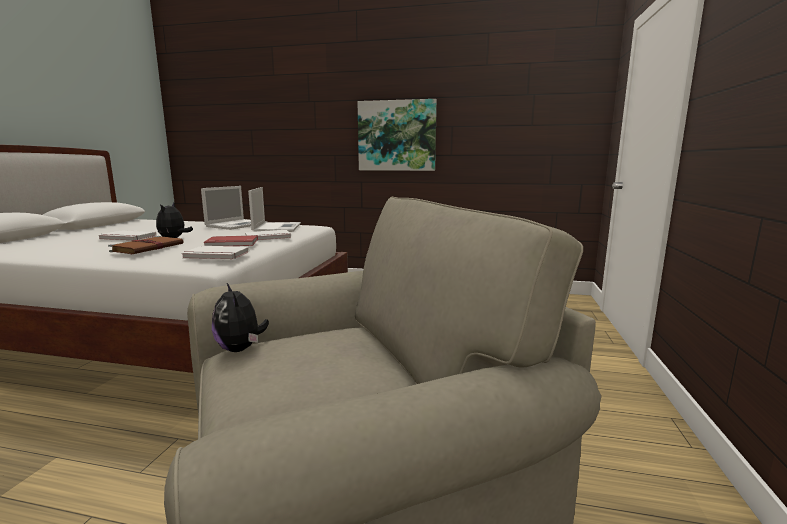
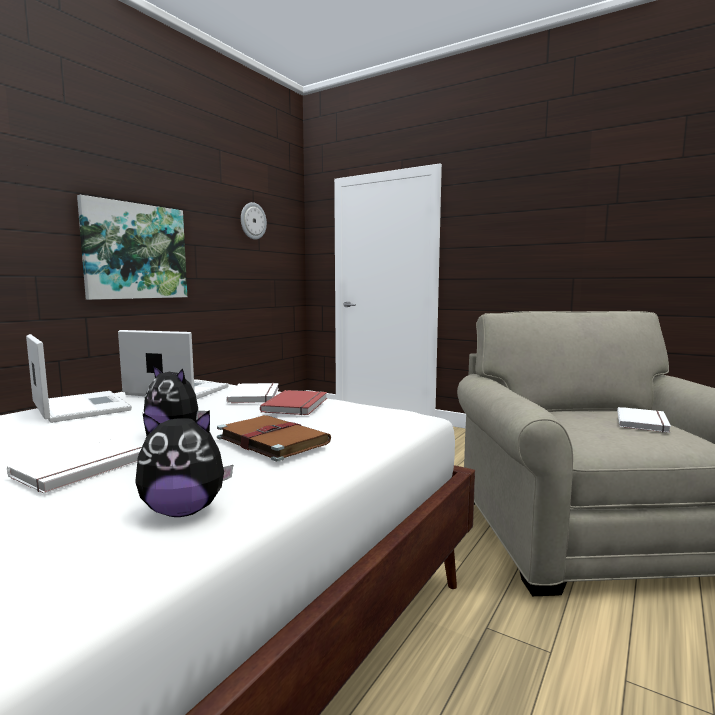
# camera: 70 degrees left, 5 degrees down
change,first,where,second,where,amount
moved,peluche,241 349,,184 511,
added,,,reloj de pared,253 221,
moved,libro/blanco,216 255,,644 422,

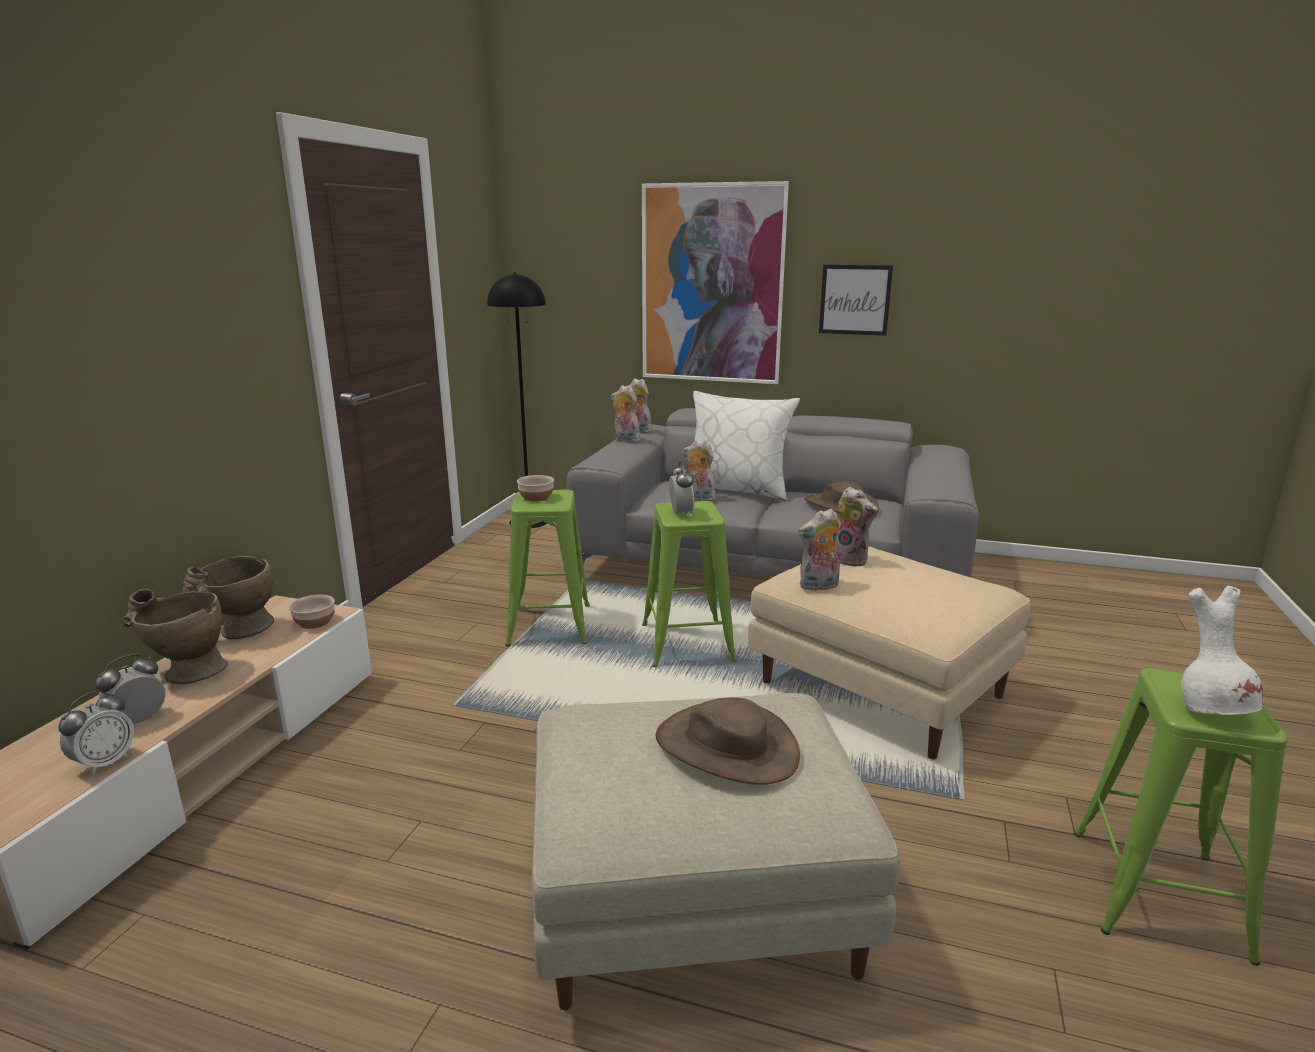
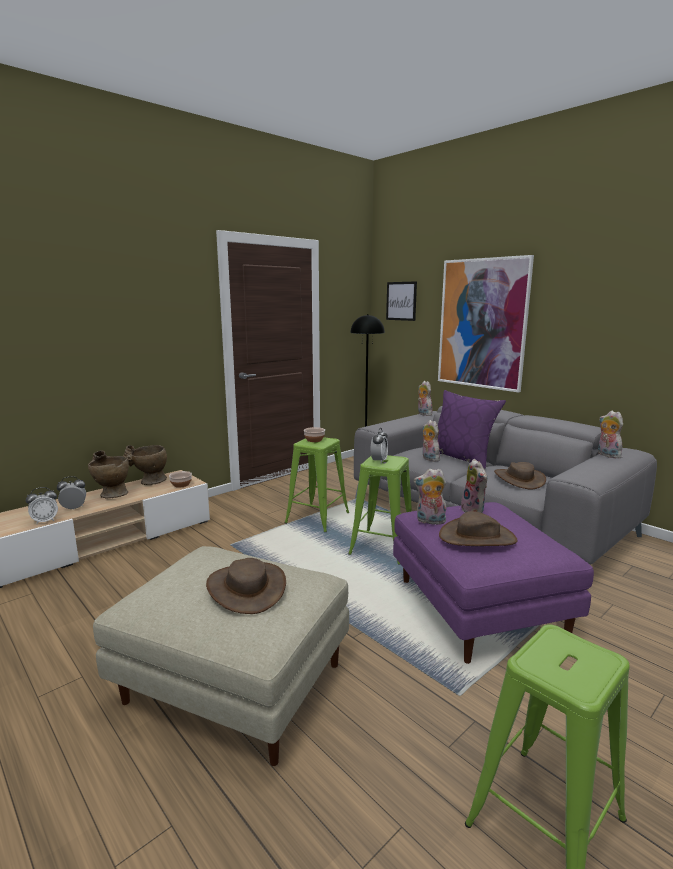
# camera: 30 degrees right, 5 degrees down
change,first,where,second,where,amount
moved,cuadro,855 300,,401 301,
recoloured,puf/beis,877 688,puf/morado,476 607,
recoloured,cojín/blanco,737 489,cojín/morado,461 458,
added,,,sombrero/marrón,477 537,
moved,peluche,625 440,,607 455,
removed,florero/blanco,1213 711,,,

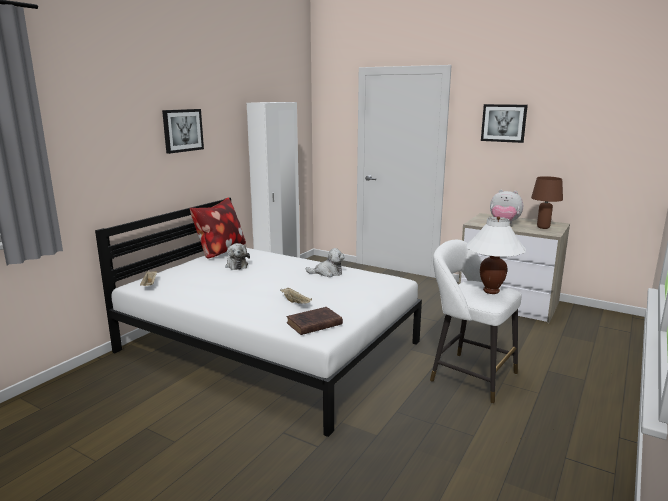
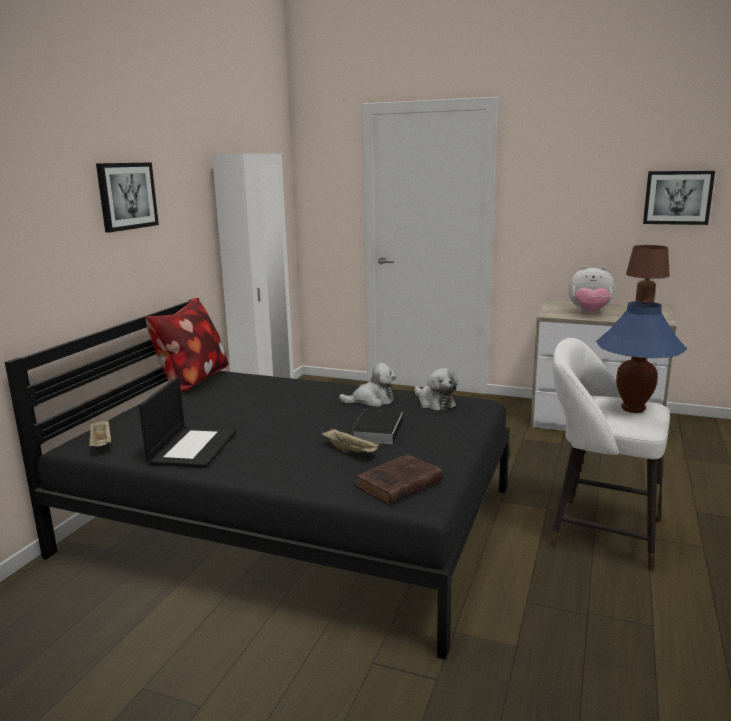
# camera: 10 degrees left, 0 degrees up
change,first,where,second,where,amount
recoloured,cama/blanco,269 346,cama/negro,294 519,
added,,,portátil,192 447,
added,,,libro,378 430,
moved,peluche,236 265,,434 403,
recoloured,lámpara de mesa/blanco,491 291,lámpara de mesa/azul,633 409,
moved,cuadro,503 123,,677 197,

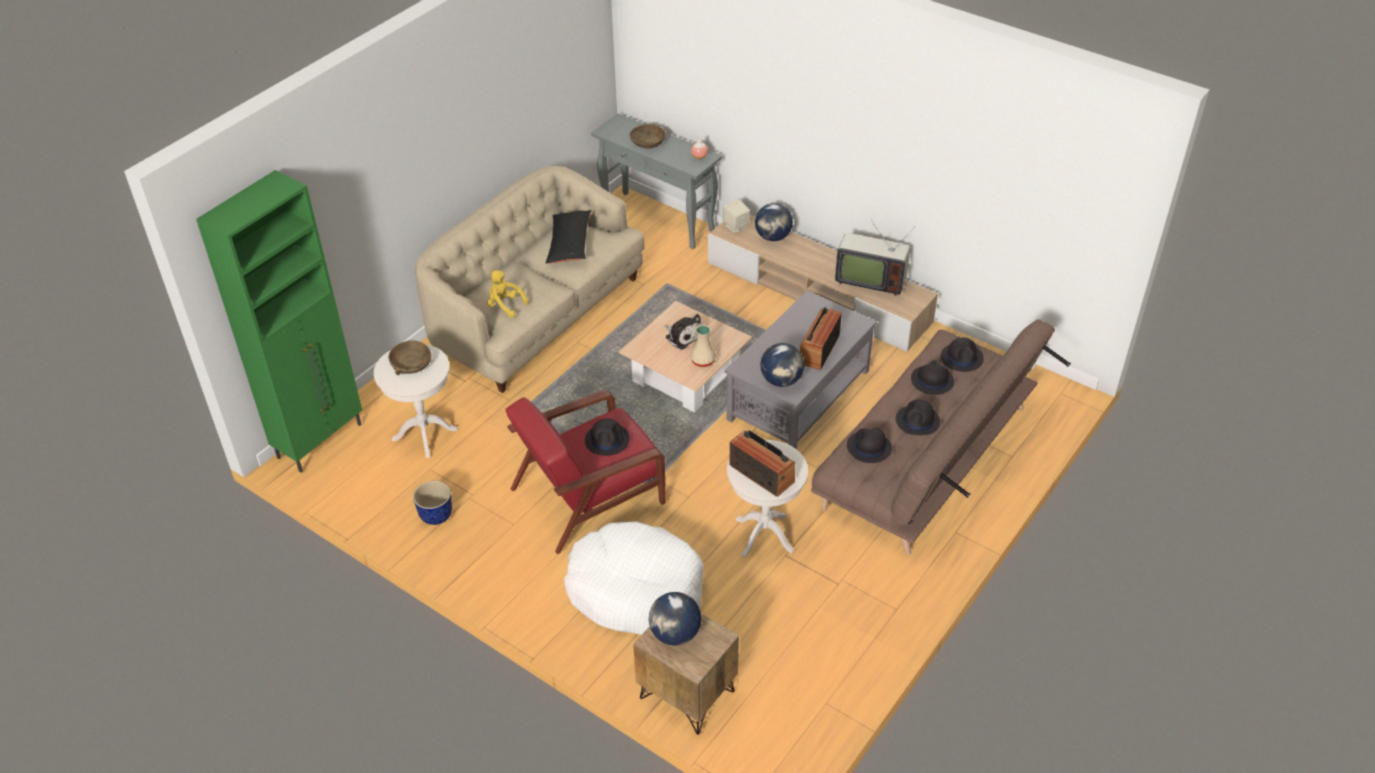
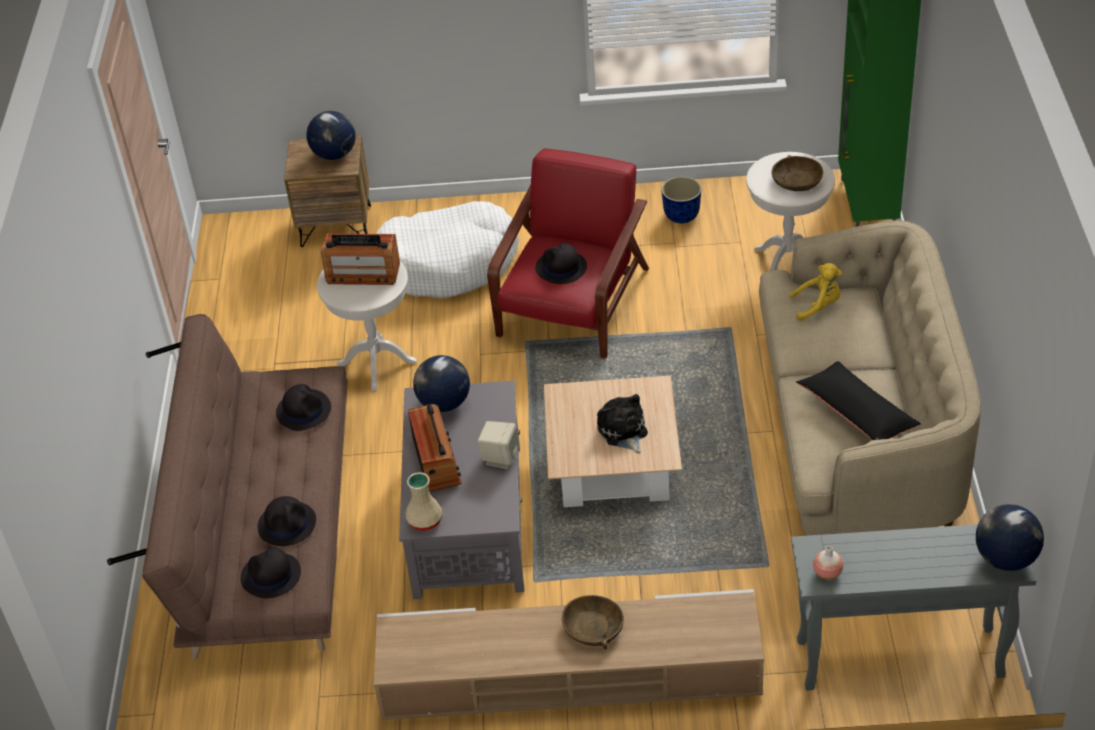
# camera: 145 degrees right, 0 degrees up
change,first,where,second,where,amount
moved,florero/beis,703 361,,424 520,
moved,altavoz/beis,736 226,,500 457,
moved,cuenco/marrón,647 141,,593 628,
turned,peluche,683 336,,623 432,60 degrees clockwise
moved,globo terráqueo,773 237,,1005 558,
removed,televisor,870 280,,,
removed,sombrero/negro,917 421,,,

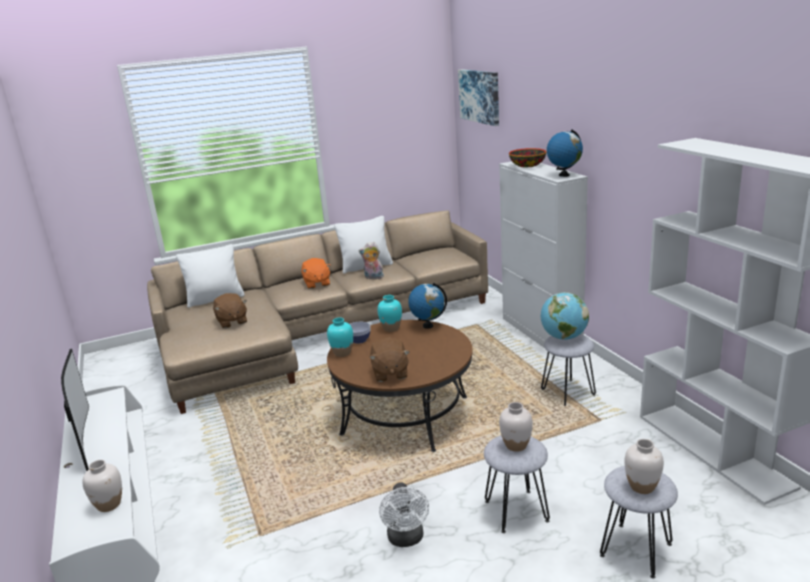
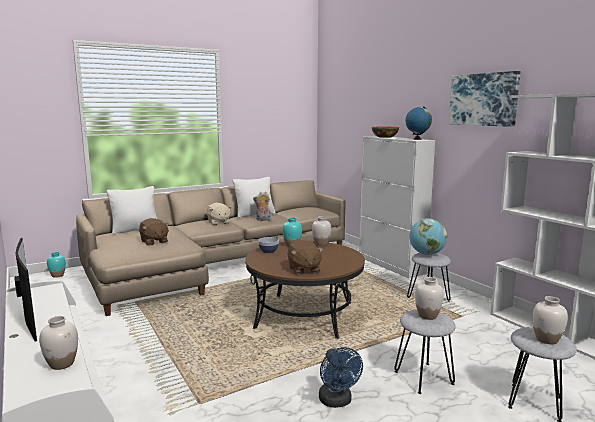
# camera: 10 degrees left, 10 degrees down
change,first,where,second,where,amount
moved,florero/turquesa,342 353,,57 275,
recoloured,peluche/naranja,316 283,peluche/beis,218 222,
replaced,globo terráqueo,428 325,florero/blanco,321 244,
recoloured,ventilador/blanco,406 539,ventilador/azul,337 402,
moved,cuadro,480 96,,483 99,

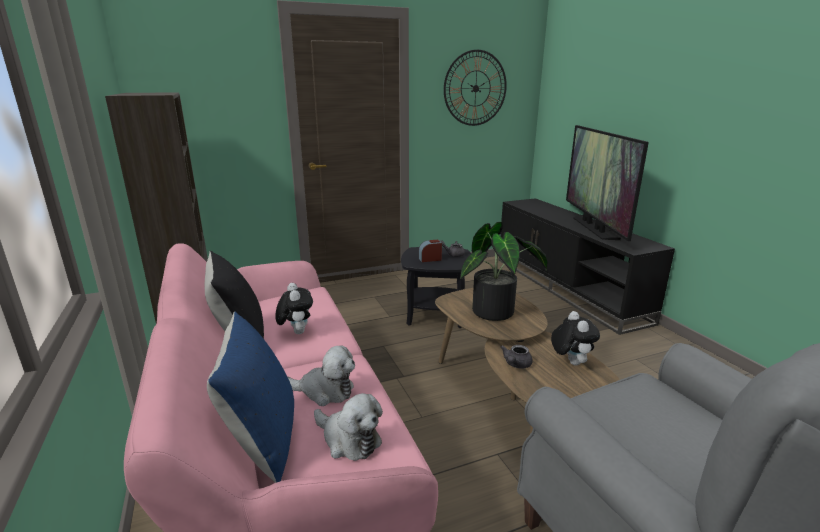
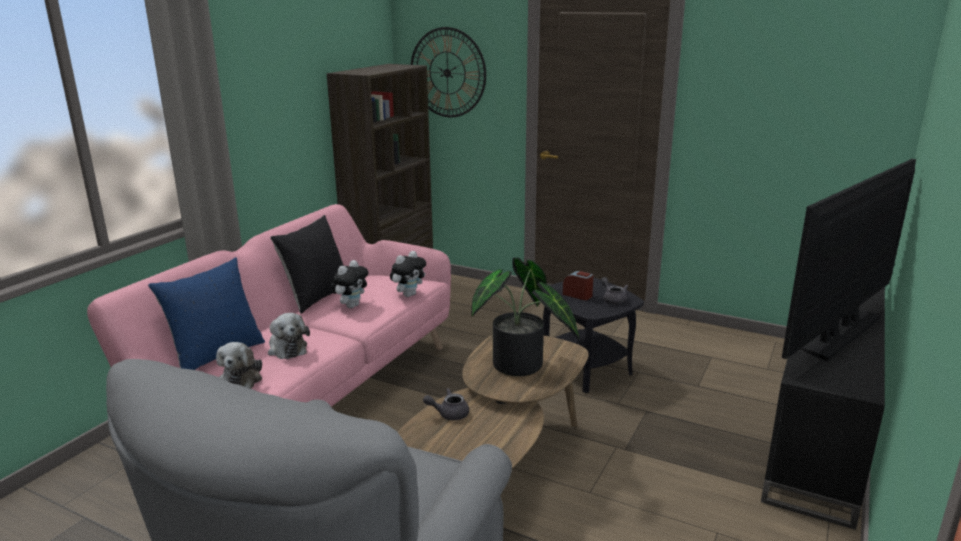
# camera: 50 degrees right, 0 degrees up
change,first,where,second,where,amount
moved,peluche,570 362,,409 294,
moved,reloj de pared,475 88,,447 73,

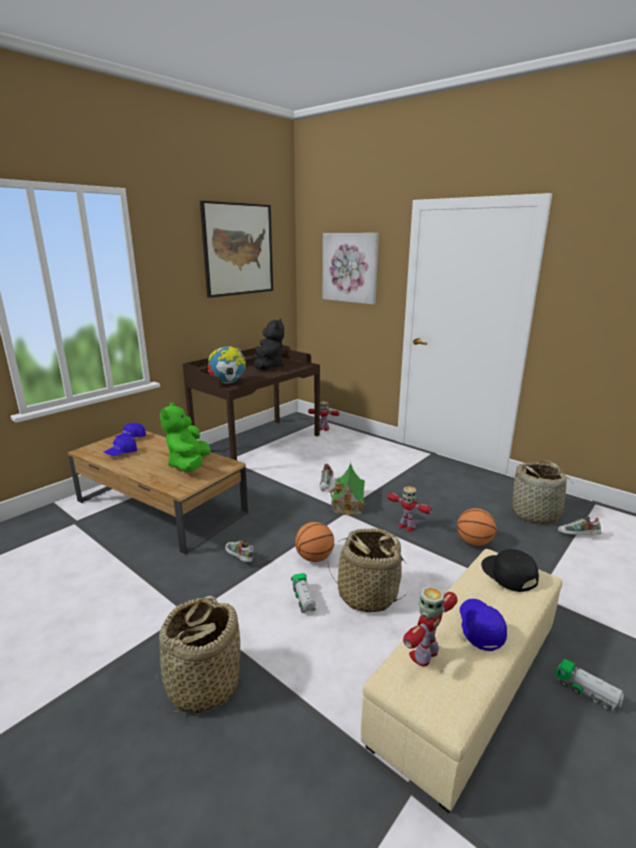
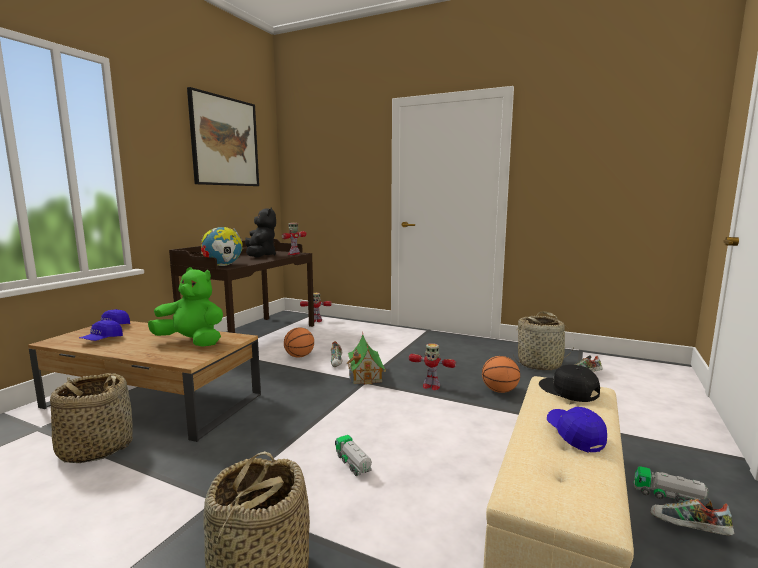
# camera: 15 degrees left, 10 degrees down
change,first,where,second,where,amount
moved,cesta,367 594,,95 448,
turned,peluche/verde,189 465,,192 342,120 degrees clockwise
moved,robot de juguete,425 654,,294 254,
moved,balón de baloncesto,314 558,,299 356,
moved,zapato,239 558,,688 530,
removed,cuadro,350 267,,,

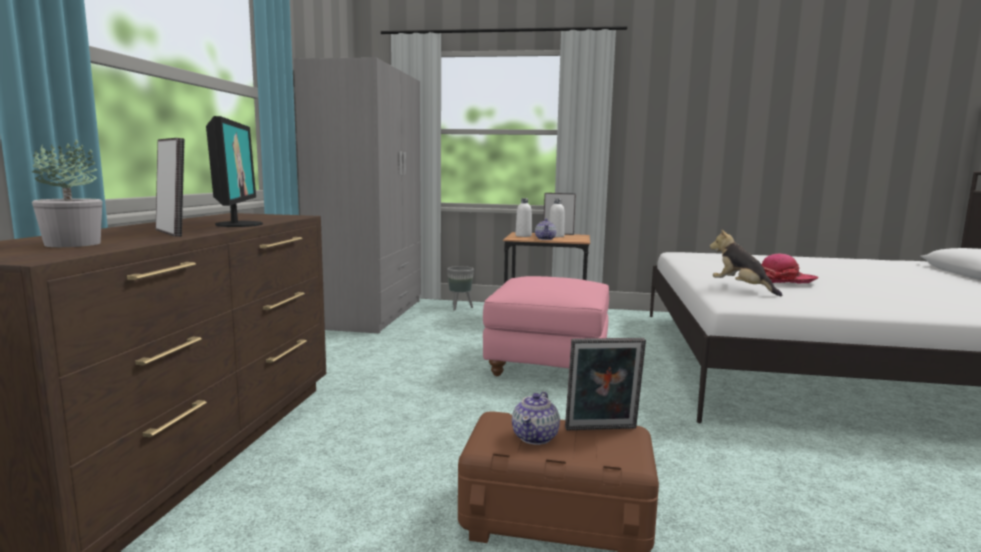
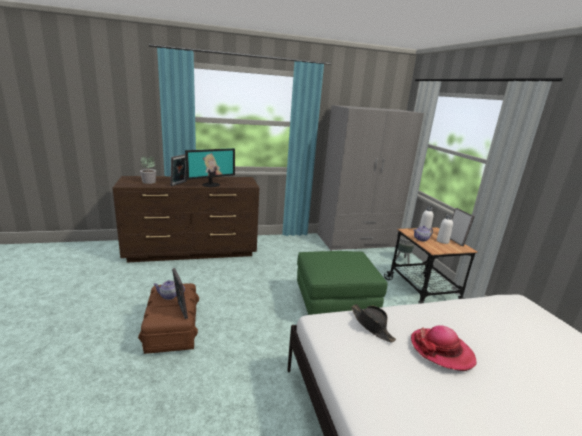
# camera: 65 degrees right, 10 degrees up
change,first,where,second,where,amount
recoloured,puf/rosa,548 364,puf/verde,334 305,
replaced,peluche,741 288,sombrero/negro,372 326,

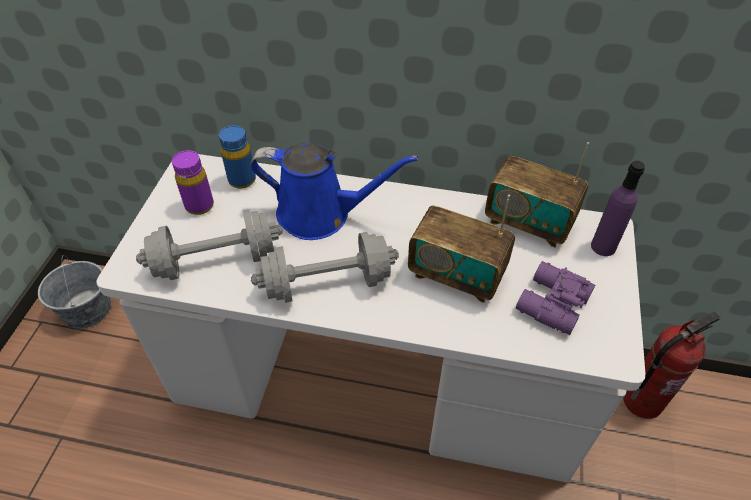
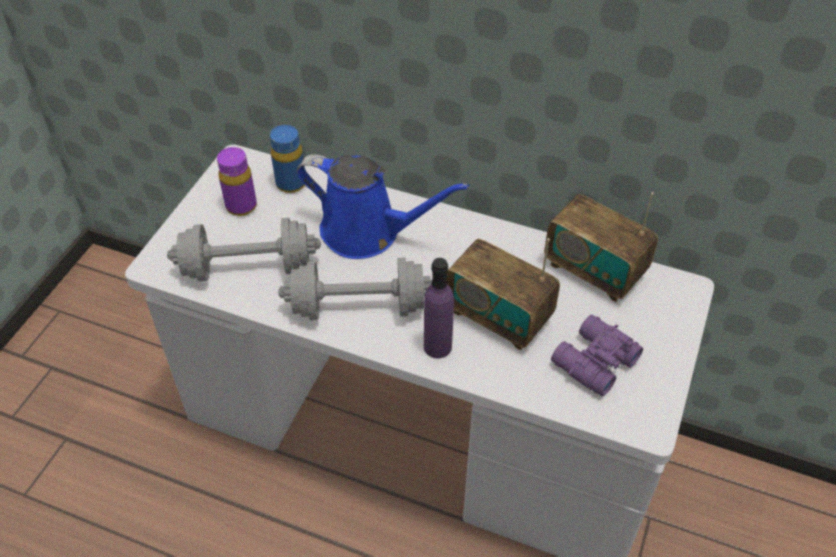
# camera: 10 degrees right, 0 degrees up
change,first,where,second,where,amount
moved,botella/morado,603 246,,437 346,
removed,cubo/gris,87 309,,,
removed,extintor,642 400,,,

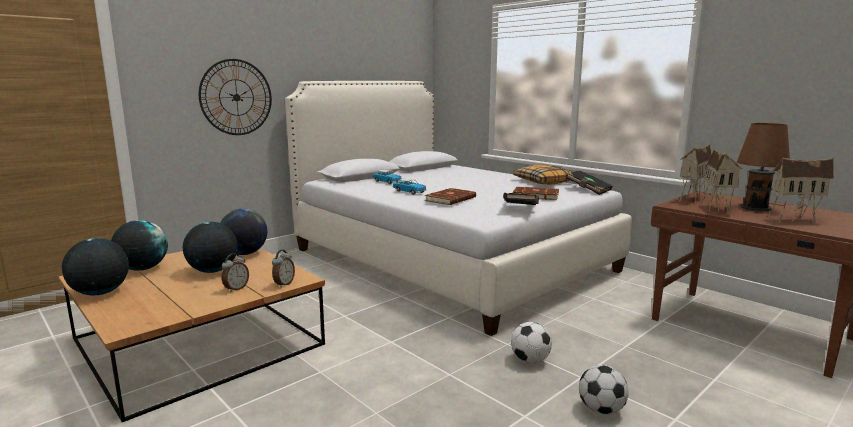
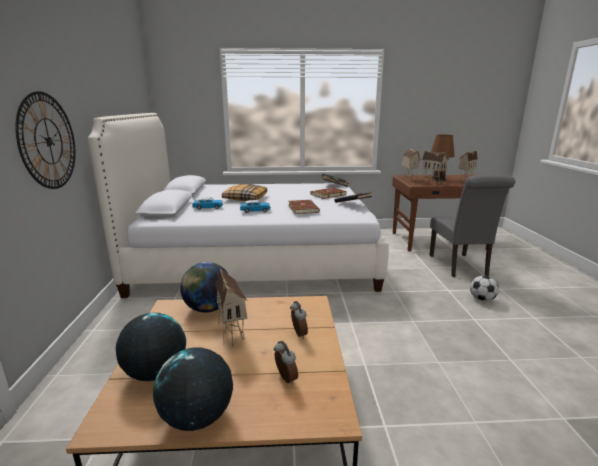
# camera: 50 degrees left, 5 degrees up
change,first,where,second,where,amount
replaced,globo terráqueo,213 271,casita,233 334,
moved,cojín,544 181,,245 198,
moved,despertador,283 284,,285 379,
added,,,silla/gris,460 267,
removed,balón de fútbol,530 360,,,

